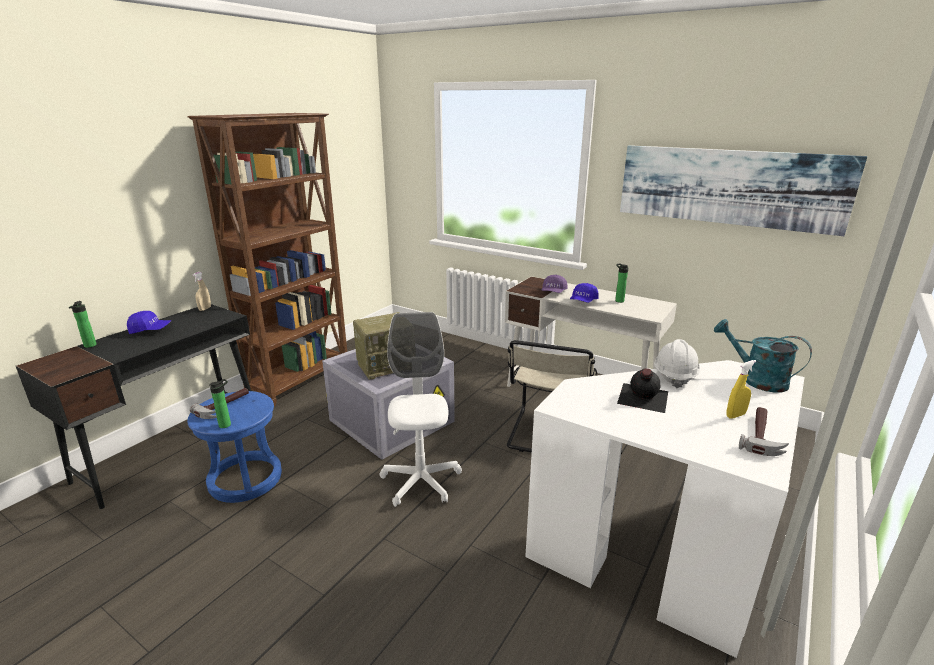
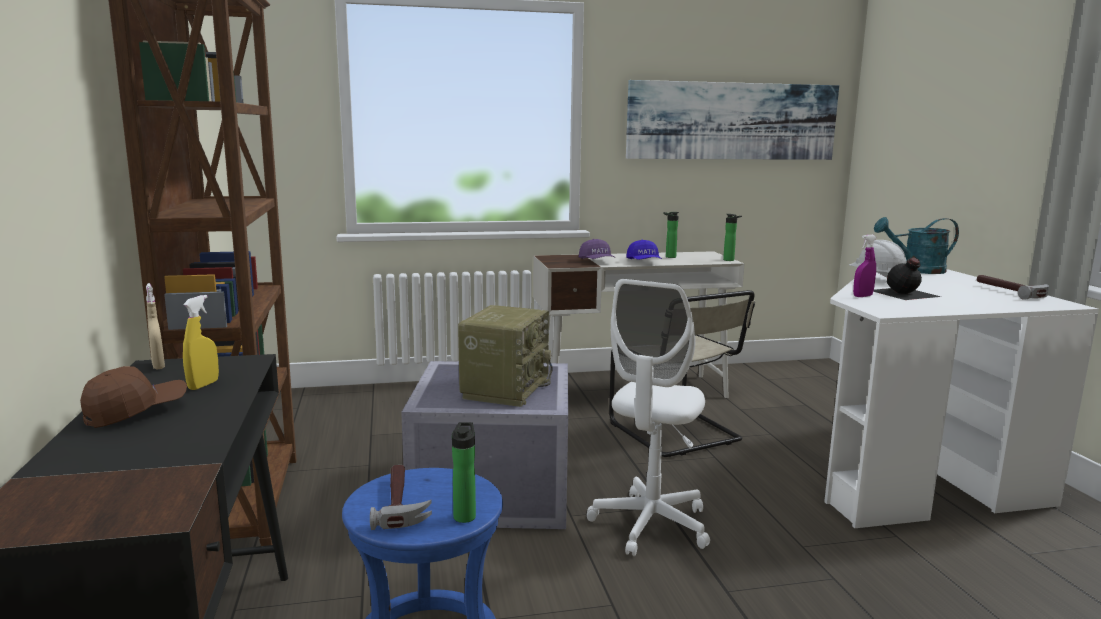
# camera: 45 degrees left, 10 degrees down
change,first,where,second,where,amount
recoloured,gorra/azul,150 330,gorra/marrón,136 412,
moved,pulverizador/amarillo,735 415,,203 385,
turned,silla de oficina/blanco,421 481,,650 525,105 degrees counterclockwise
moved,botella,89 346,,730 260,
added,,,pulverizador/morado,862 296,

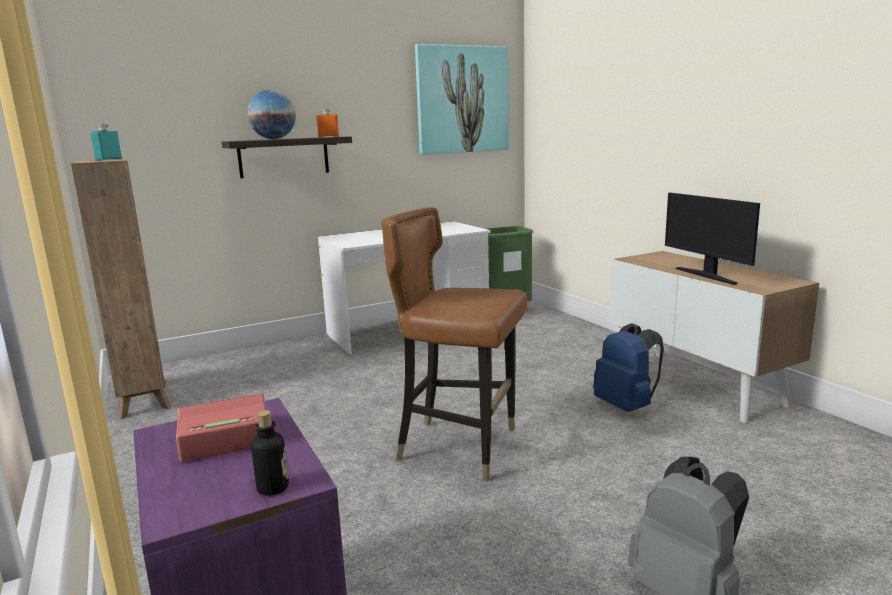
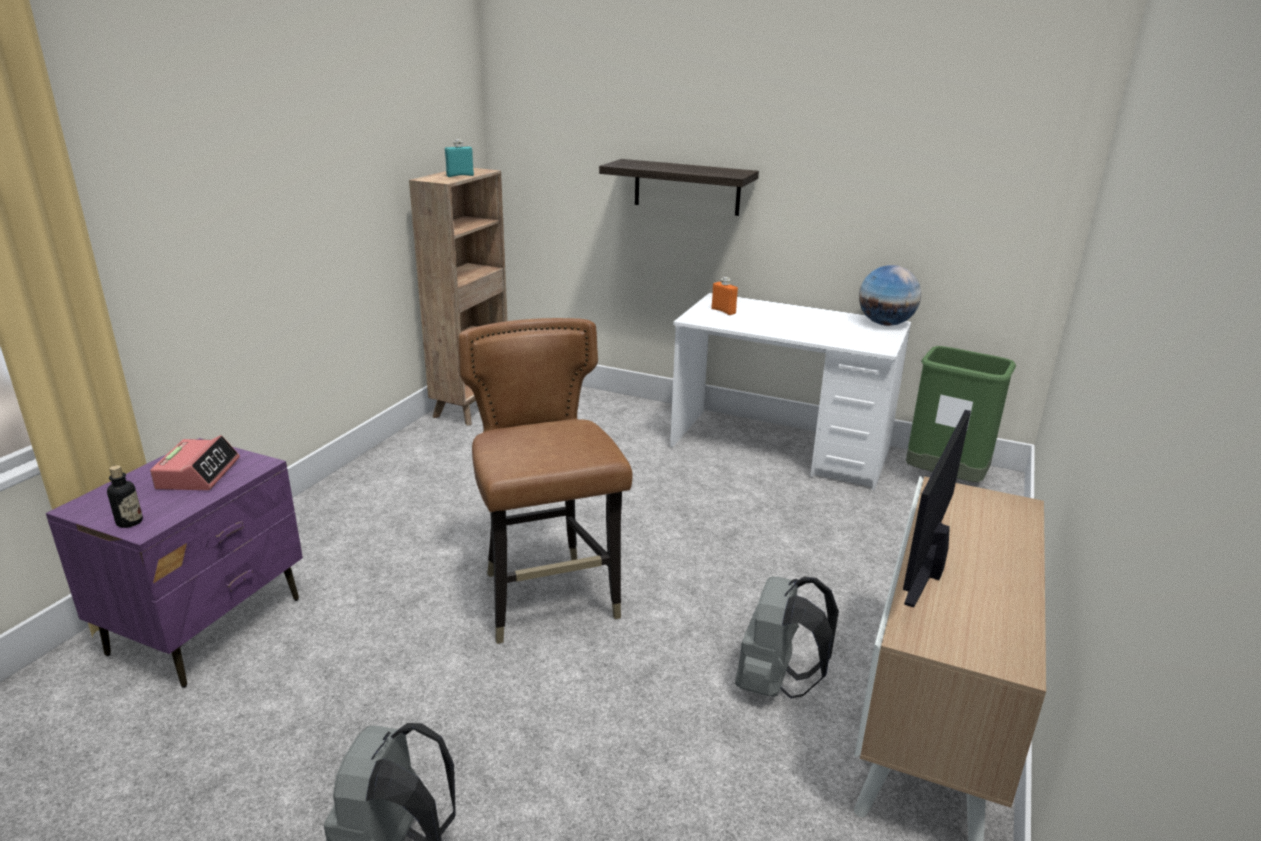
# camera: 50 degrees right, 10 degrees up
change,first,where,second,where,amount
turned,despertador,225 439,,198 473,60 degrees clockwise
moved,botella/naranja,328 136,,723 311,
recoloured,mochila/azul,627 406,mochila/gris,775 683,
moved,globo terráqueo,273 139,,885 324,
removed,cuadro,462 100,,,

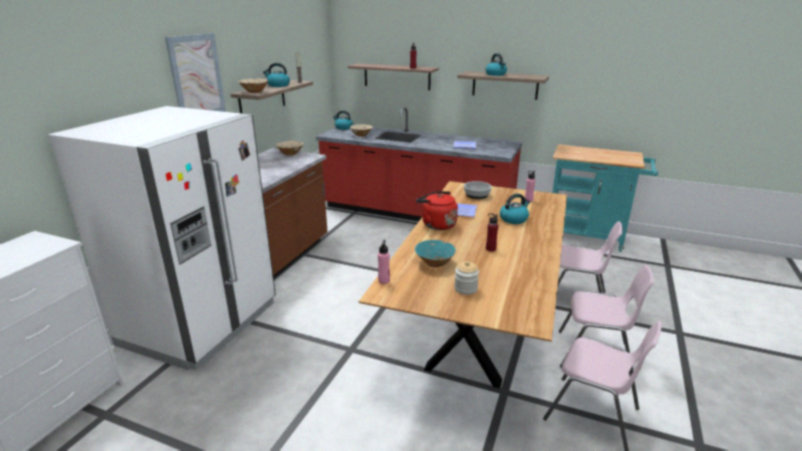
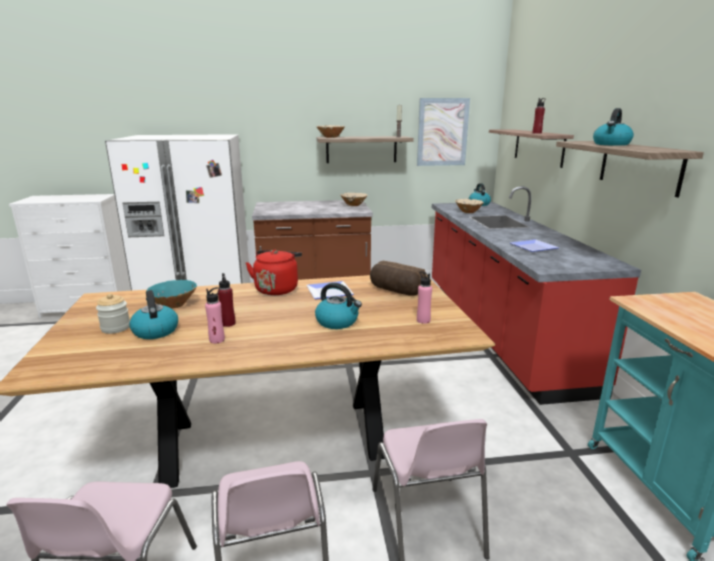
# camera: 60 degrees right, 5 degrees down
change,first,where,second,where,amount
moved,hervidor,278 85,,155 331,
moved,botella/rosa,384 280,,217 340,
replaced,cuenco,476 195,pan,395 290,
moved,cuadro,197 77,,442 132,

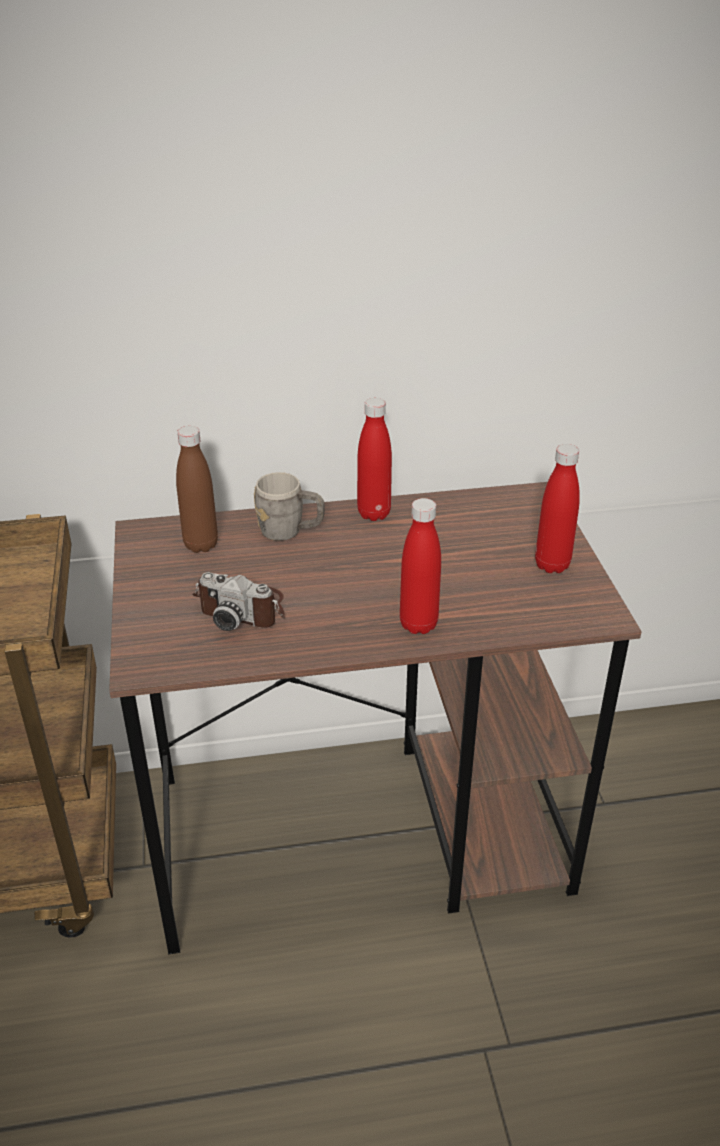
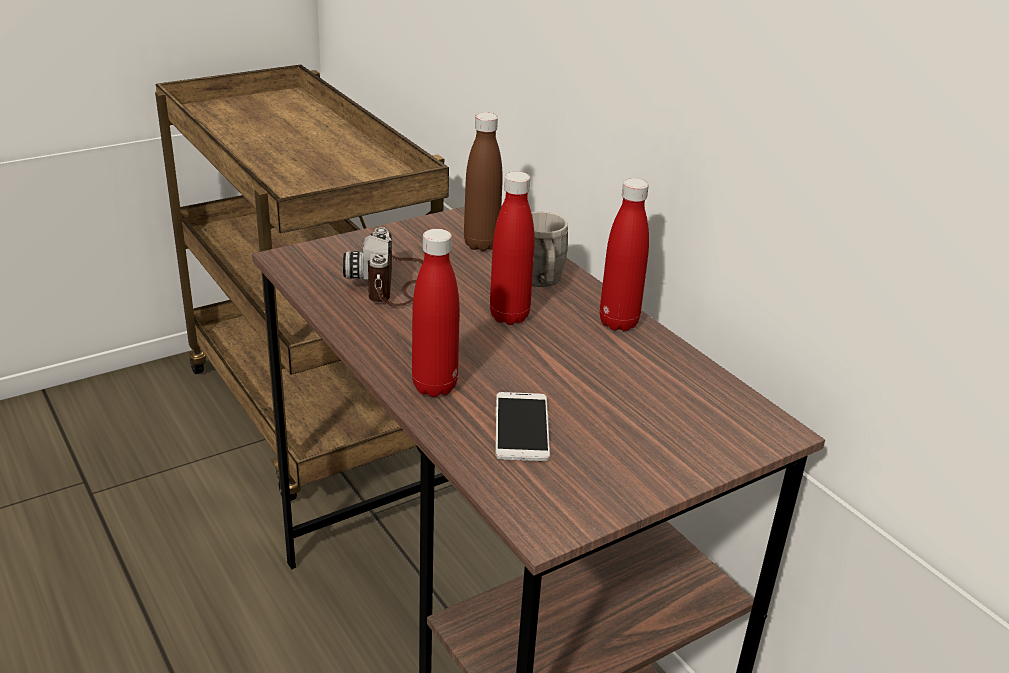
# camera: 65 degrees right, 5 degrees down
change,first,where,second,where,amount
moved,botella/rojo,552 565,,509 316,
added,,,móvil,521 427,

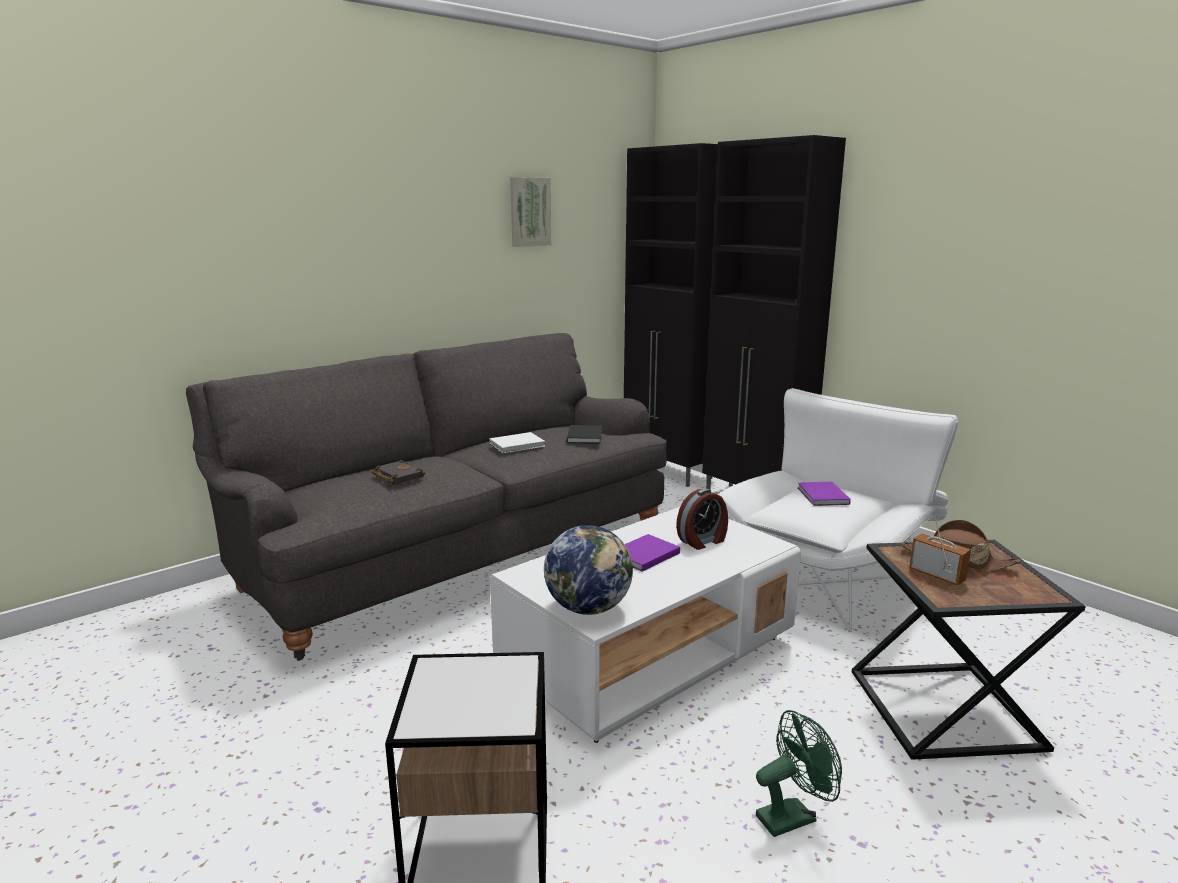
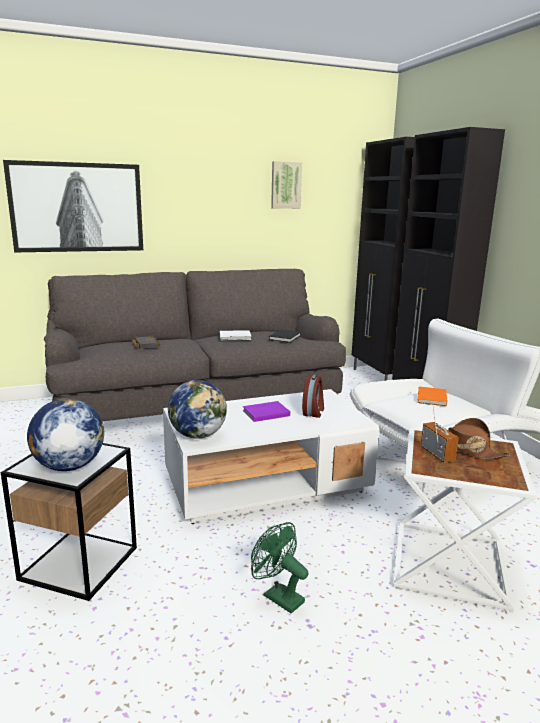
# camera: 20 degrees right, 0 degrees up
change,first,where,second,where,amount
added,,,cuadro,77 207,
added,,,globo terráqueo,69 466,
turned,ventilador/verde,792 816,,278 596,135 degrees counterclockwise
turned,despertador,703 541,,313 412,60 degrees counterclockwise
recoloured,mesa auxiliar/negro,948 711,mesa auxiliar/blanco,452 565,
recoloured,libro/morado,822 496,libro/naranja,431 398,

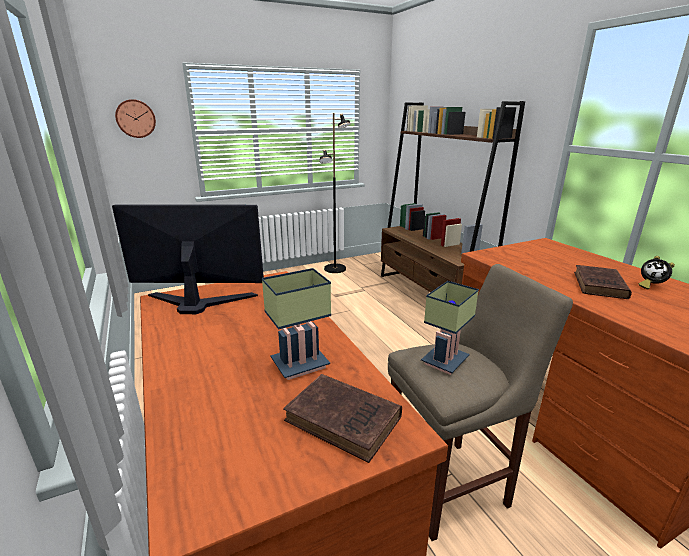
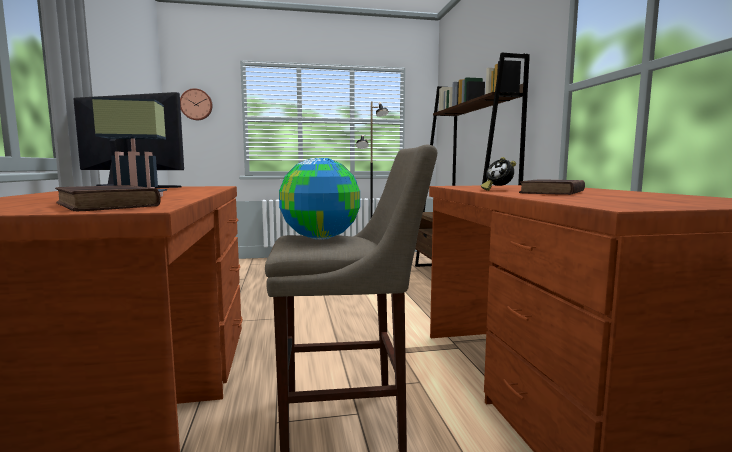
# camera: 15 degrees right, 15 degrees down
change,first,where,second,where,amount
replaced,lámpara de mesa,443 360,globo terráqueo,320 237,
moved,despertador,650 286,,497 190,

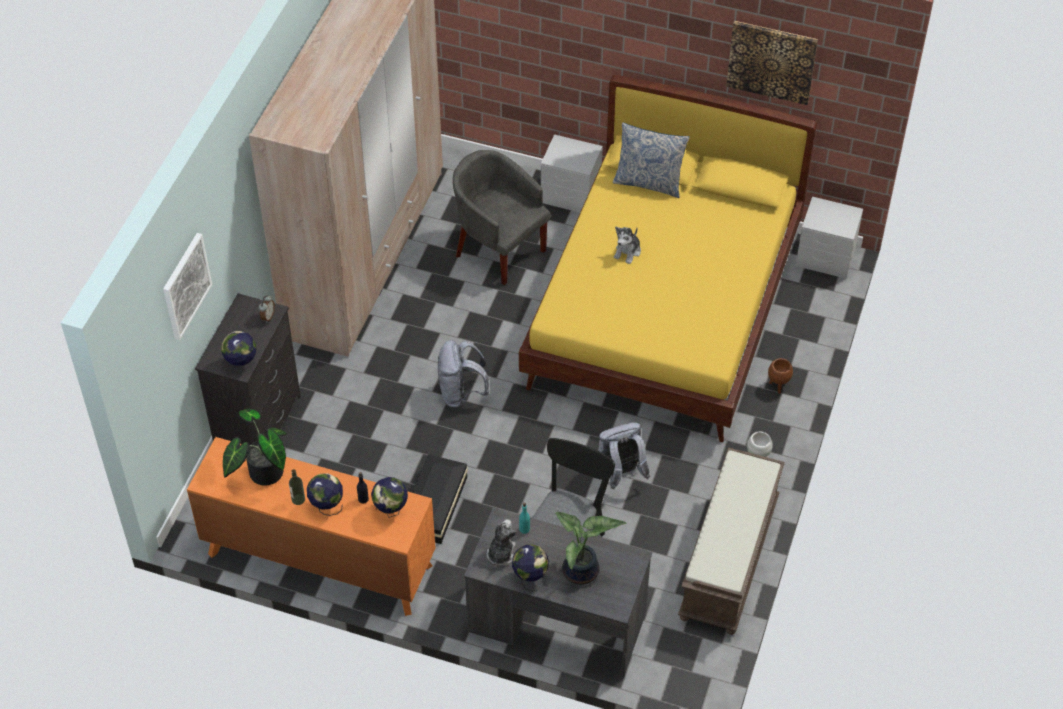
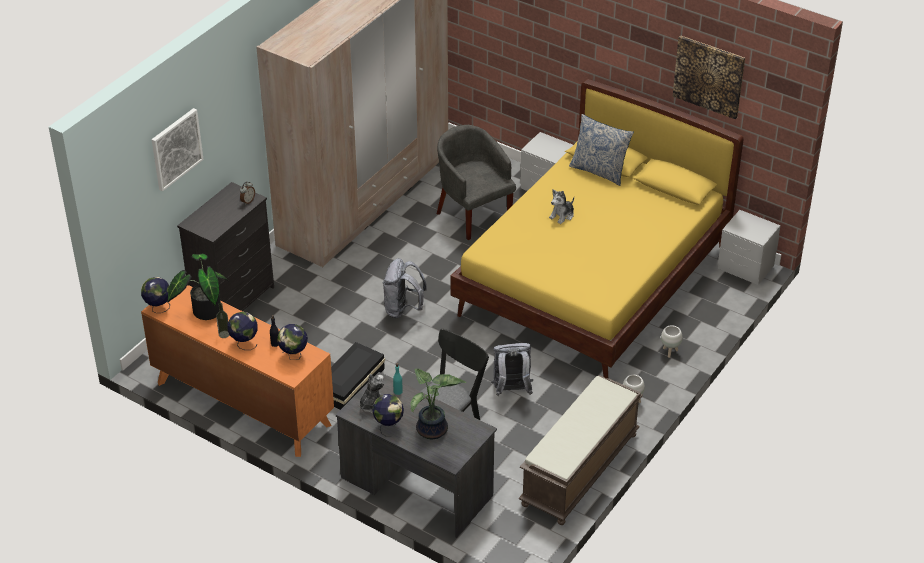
# camera: 15 degrees right, 10 degrees down
change,first,where,second,where,amount
moved,globo terráqueo,241 365,,158 308,
recoloured,maceta/marrón,778 386,maceta/blanco,670 352,

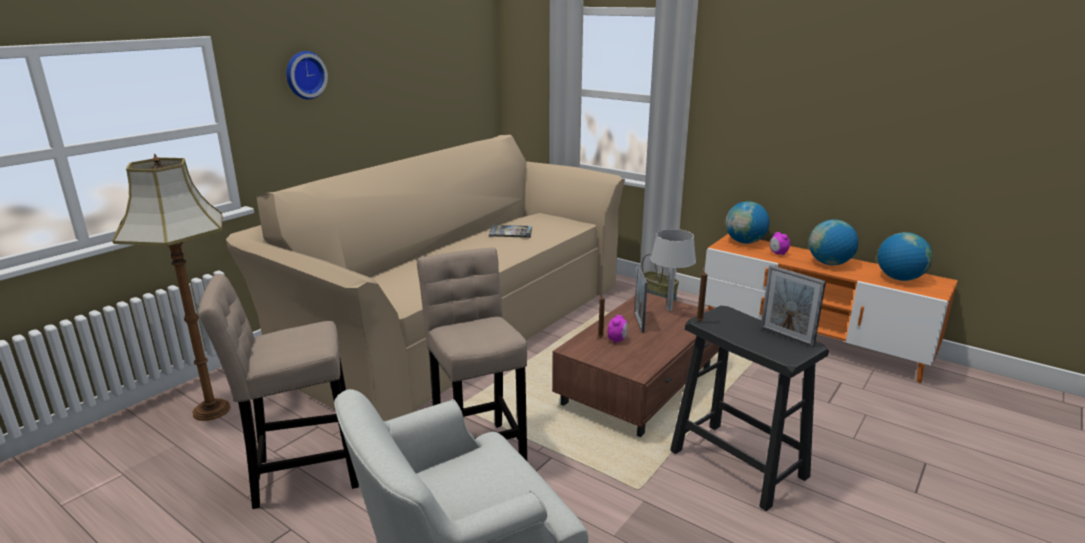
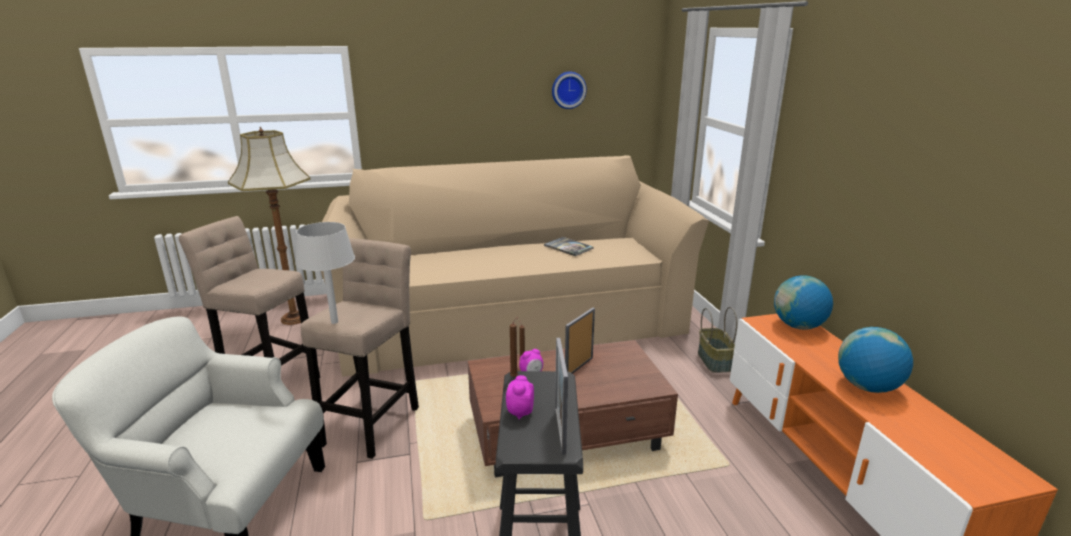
# camera: 40 degrees right, 0 degrees up
change,first,where,second,where,amount
moved,lámpara de mesa/gris,669 309,,335 322,
moved,despertador,778 253,,519 412,
moved,reloj de pared,304 75,,568 90,
removed,globo terráqueo,899 278,,,

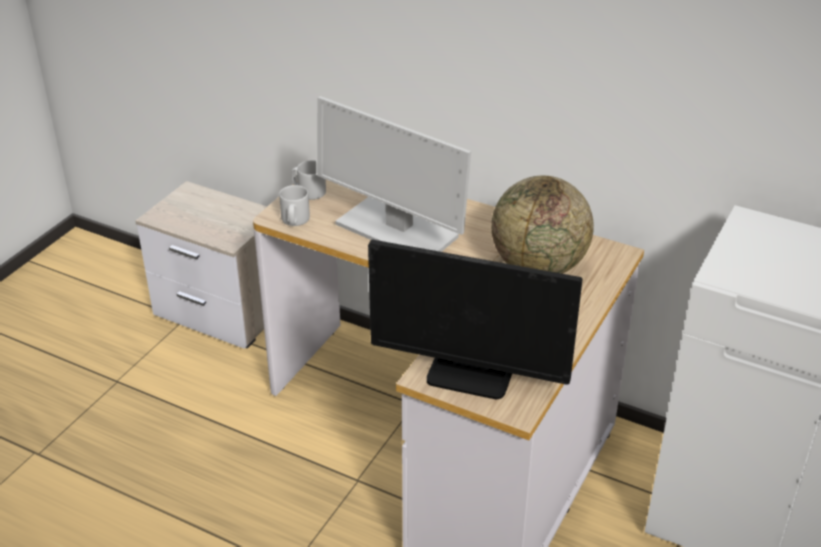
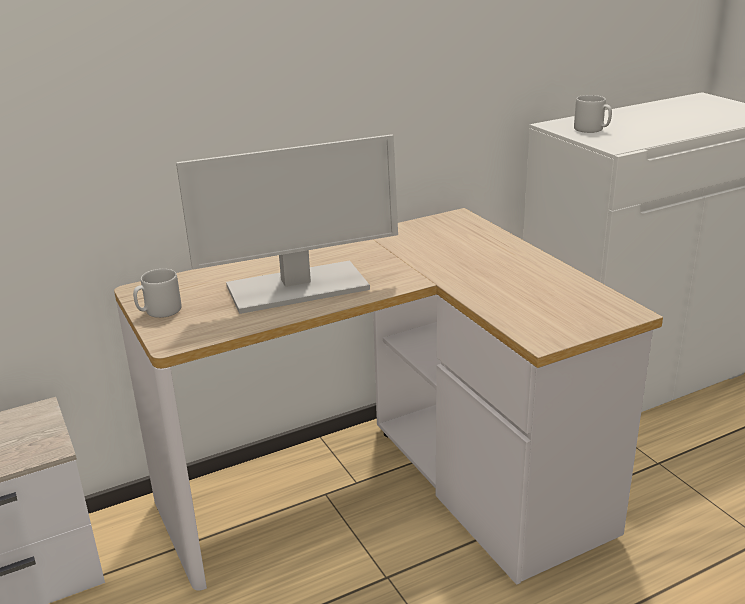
# camera: 55 degrees left, 10 degrees down
change,first,where,second,where,amount
moved,taza grande/gris,295 220,,592 129,
removed,monitor,470 375,,,
removed,globo terráqueo,538 267,,,

